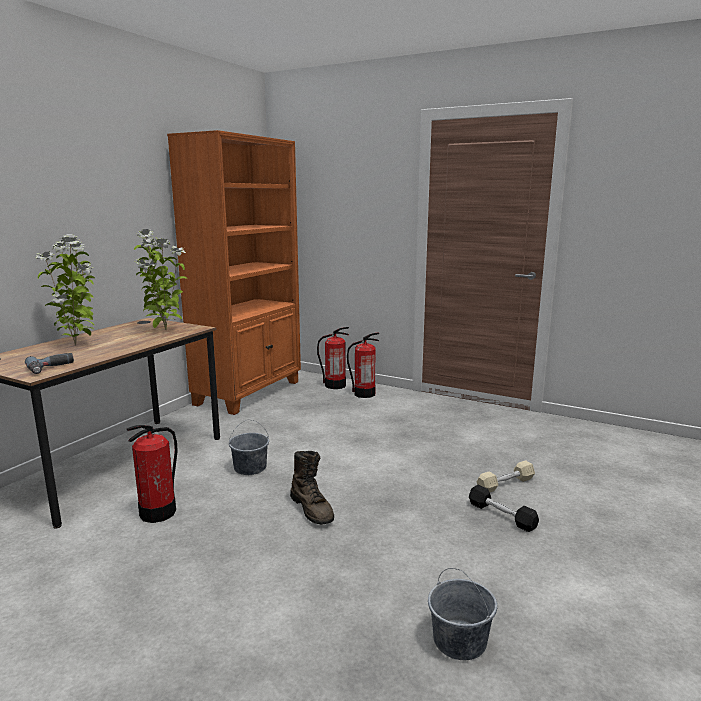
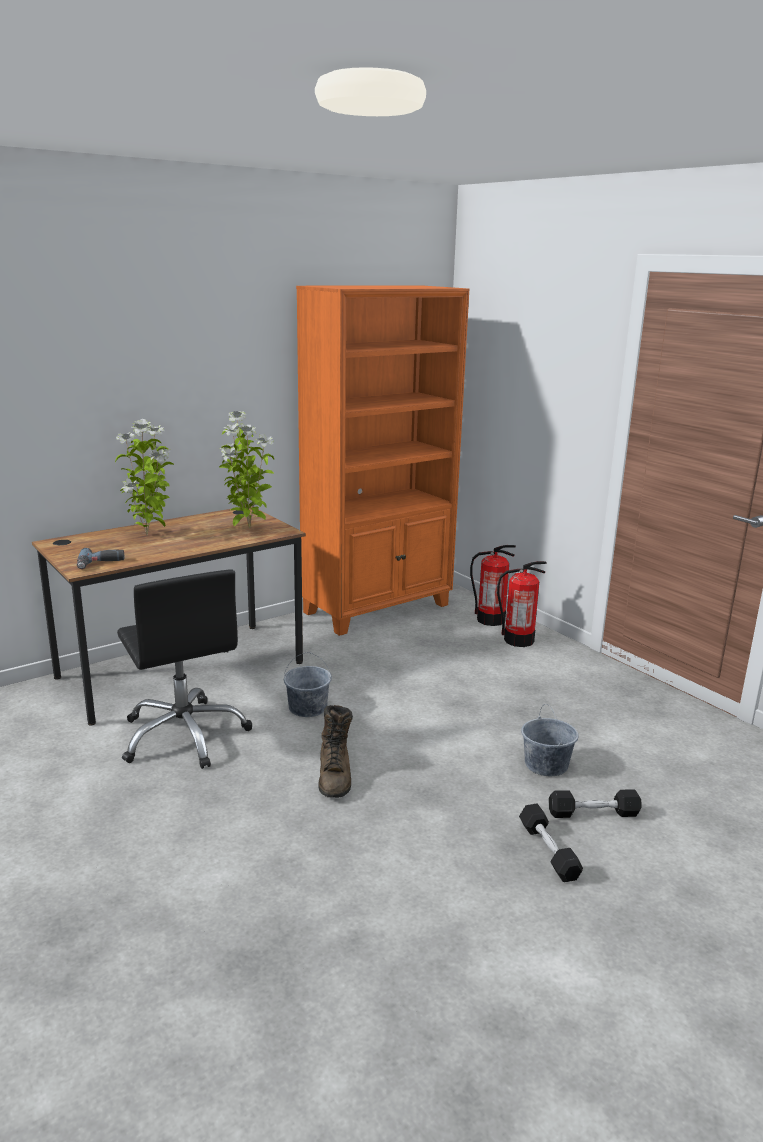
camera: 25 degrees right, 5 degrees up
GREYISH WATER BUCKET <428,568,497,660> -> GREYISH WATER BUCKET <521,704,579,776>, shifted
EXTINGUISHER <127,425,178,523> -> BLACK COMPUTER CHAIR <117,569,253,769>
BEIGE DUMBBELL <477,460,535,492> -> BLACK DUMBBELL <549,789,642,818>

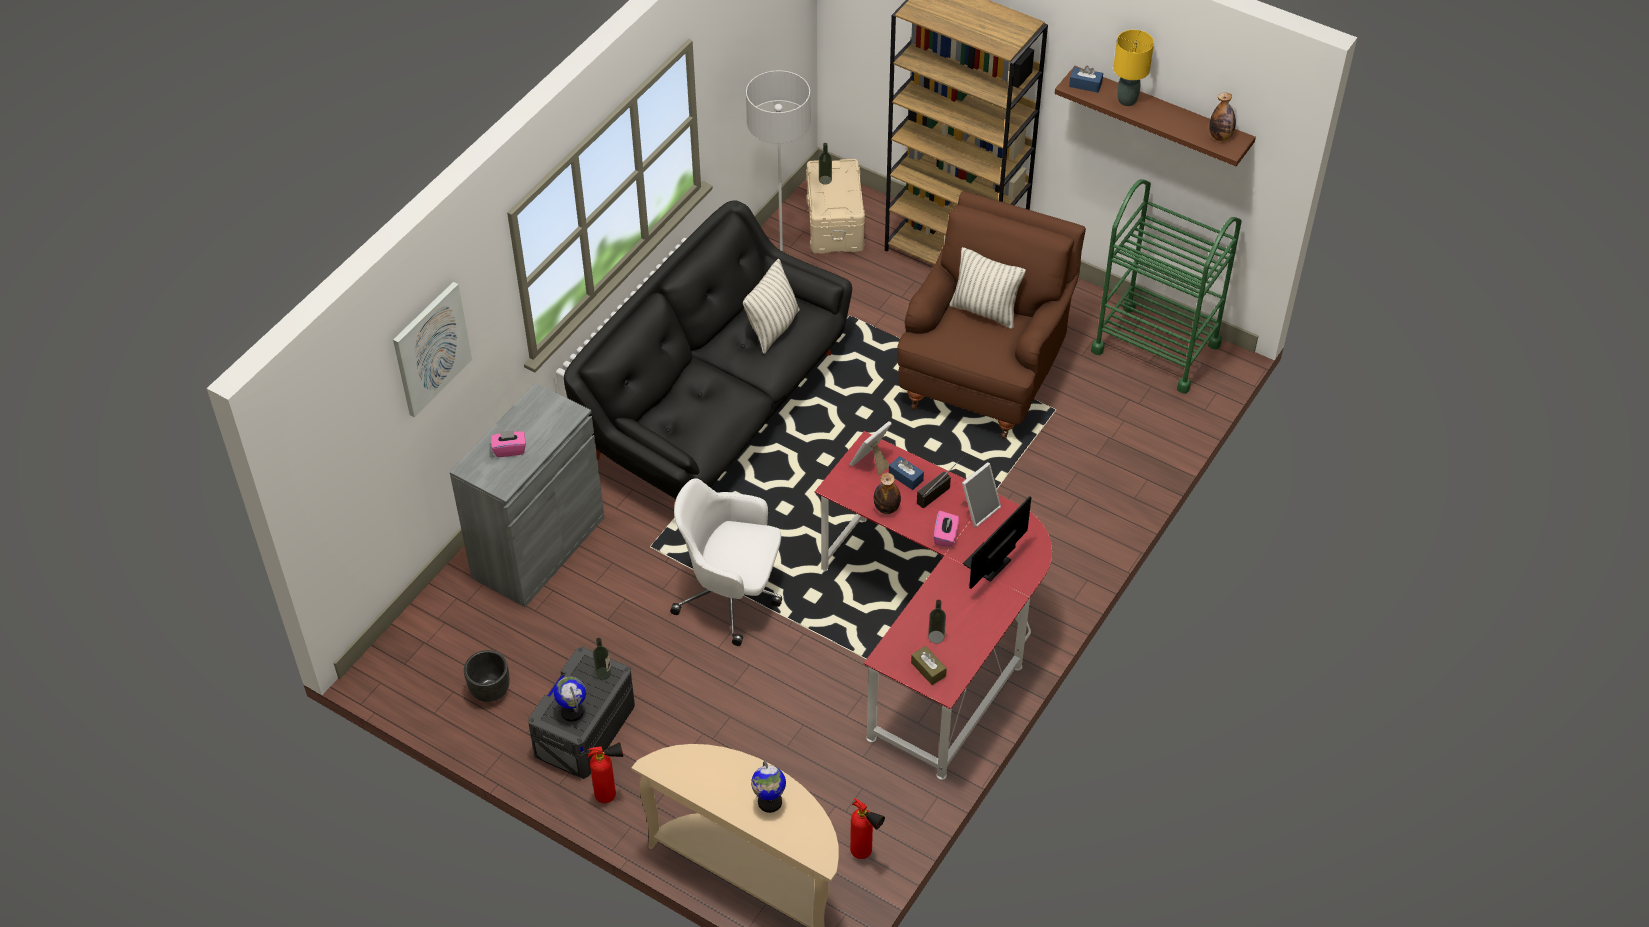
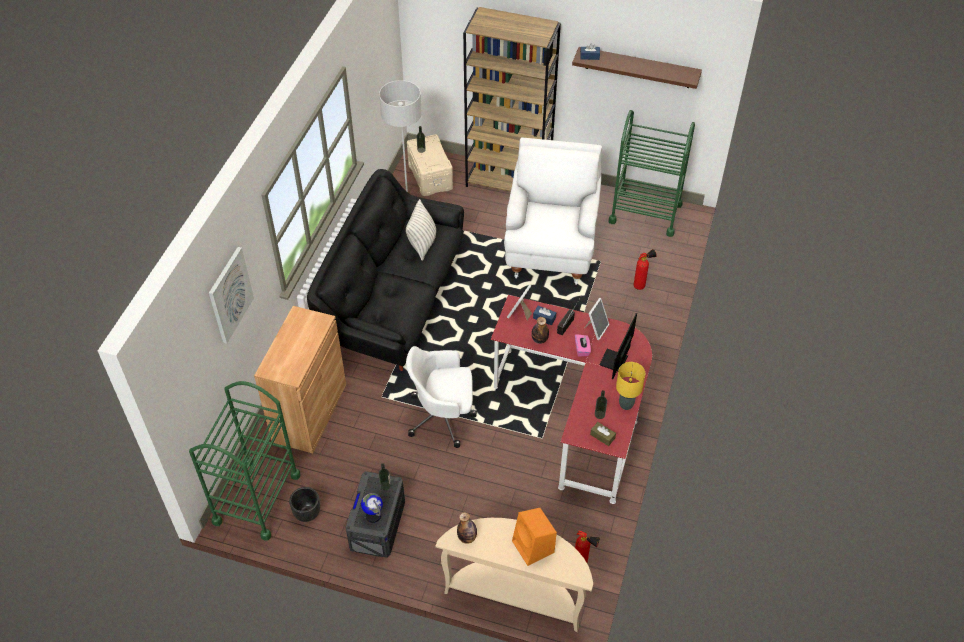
camera: 15 degrees left, 0 degrees up
PINKISH TISSUE BOX <491,430,526,457> -> none
PILLOW <949,247,1026,329> -> none
none -> GREEN-COLOURED WHEELED CART <189,381,301,541>
EXTINGUISHER <588,742,623,803> -> EXTINGUISHER <634,249,657,290>, shifted
YELLOW-COLOURED TABLE LAMP <1113,30,1154,106> -> YELLOW-COLOURED TABLE LAMP <616,362,645,410>, shifted
BOTTLE <1209,92,1236,141> -> BOTTLE <457,512,477,544>, shifted
WORLD GLOBE <751,760,786,813> -> ORANGE SPEAKER <512,508,557,566>
GREYISH CABINET <450,383,605,607> -> BROWN-COLOURED CABINET <254,306,346,453>
BROWN-COLOURED LOUNGE CHAIR <897,191,1086,439> -> WHITISH LOUNGE CHAIR <504,138,602,285>

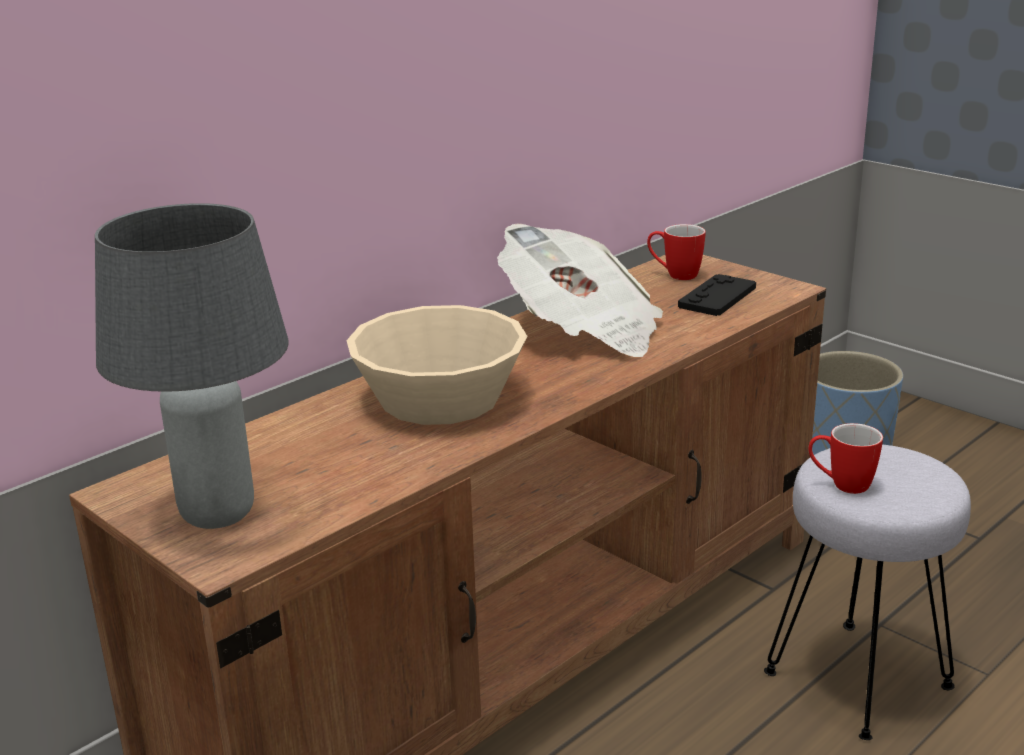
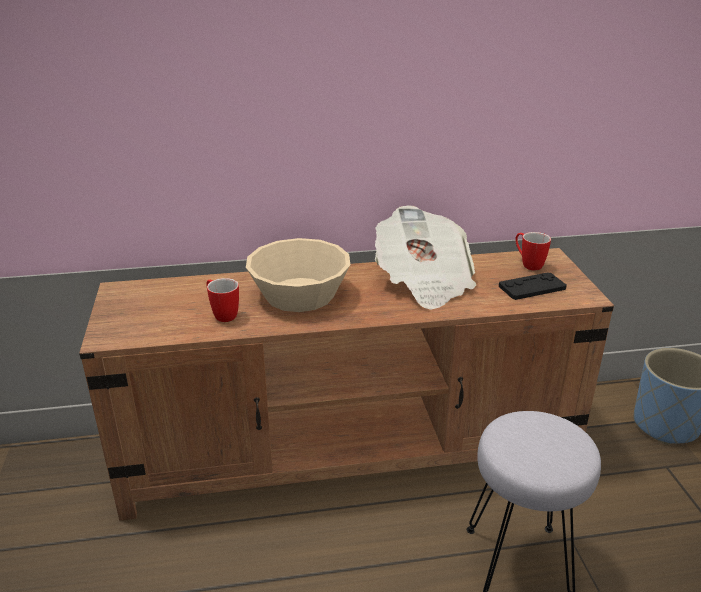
camera: 35 degrees right, 5 degrees up
GREYISH TABLE LAMP <95,203,289,529> -> none
MUG <808,423,883,494> -> MUG <206,278,239,322>, shifted

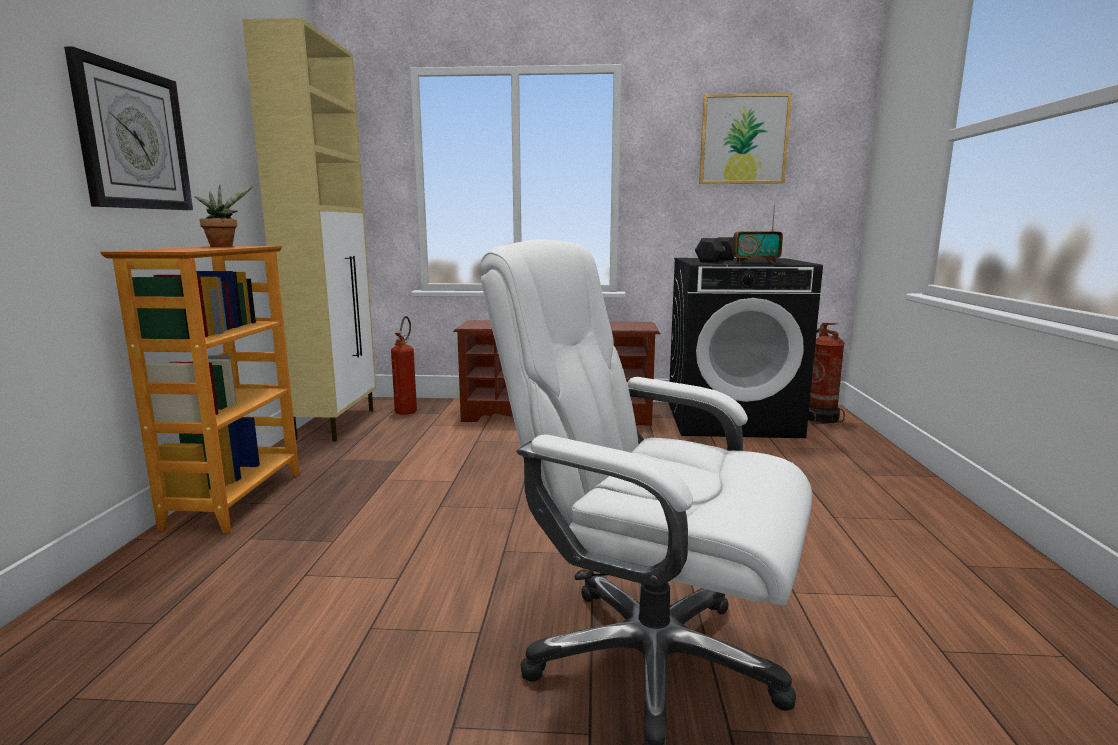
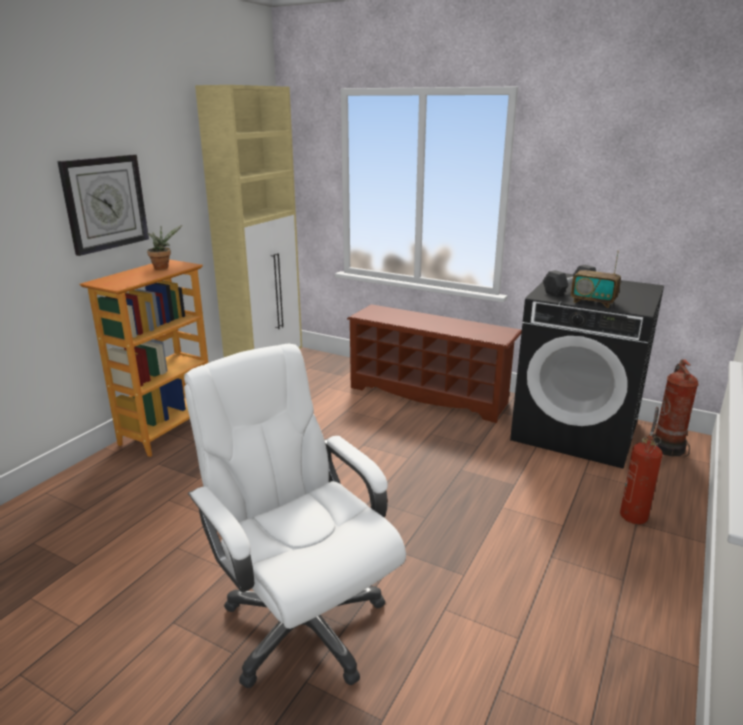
camera: 25 degrees right, 10 degrees up
WALL PICTURE <699,93,792,184> -> none
EXTINGUISHER <391,316,417,415> -> EXTINGUISHER <620,407,662,524>, shifted

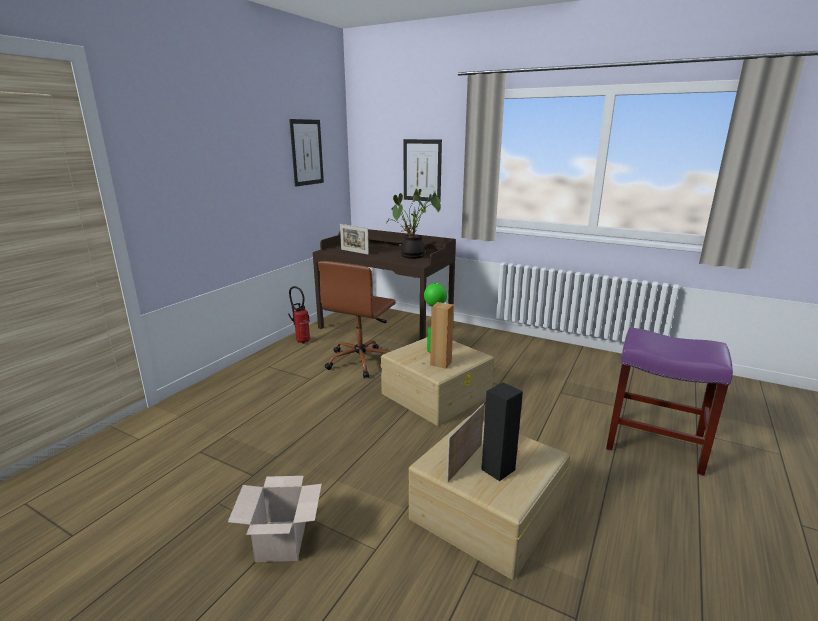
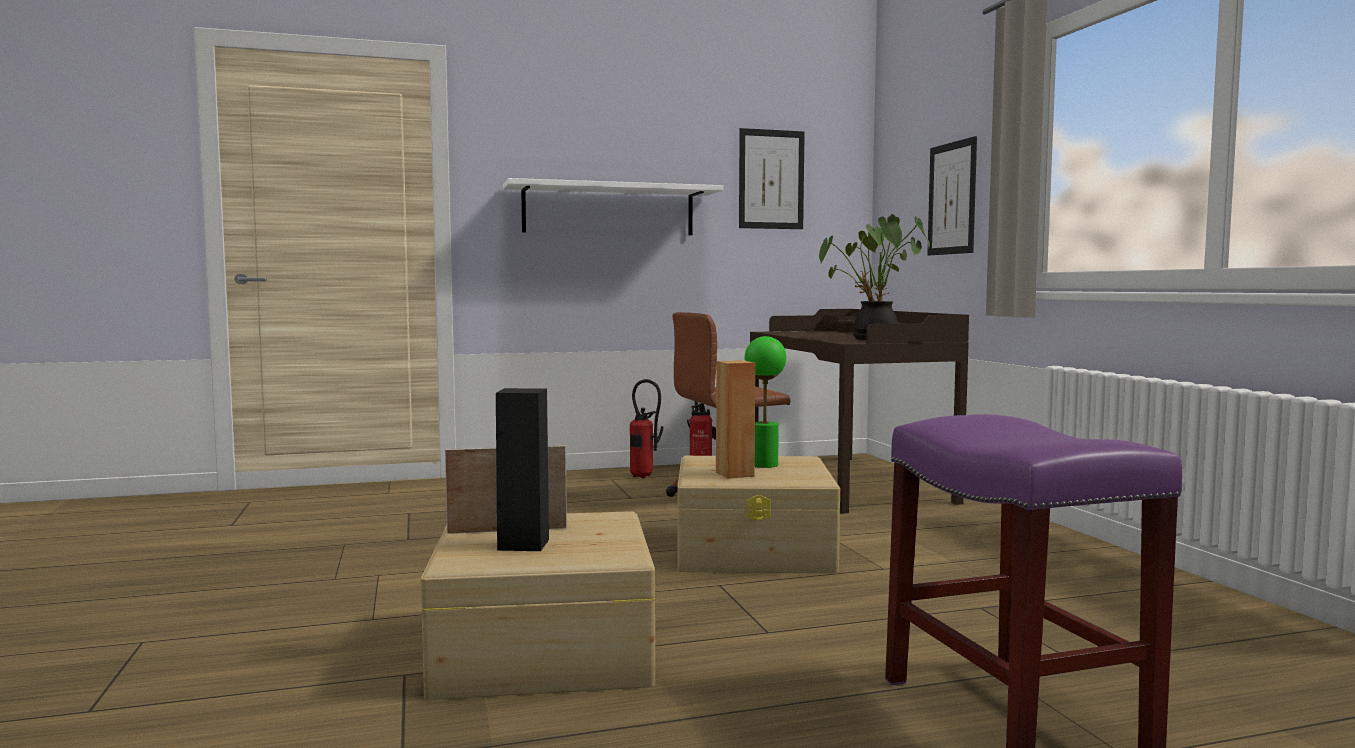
camera: 45 degrees right, 15 degrees down
CARTON <228,476,322,562> -> none
PHOTO FRAME <340,224,369,255> -> none
none -> WHITISH WALL SHELF <503,178,723,235>
none -> EXTINGUISHER <630,379,663,478>

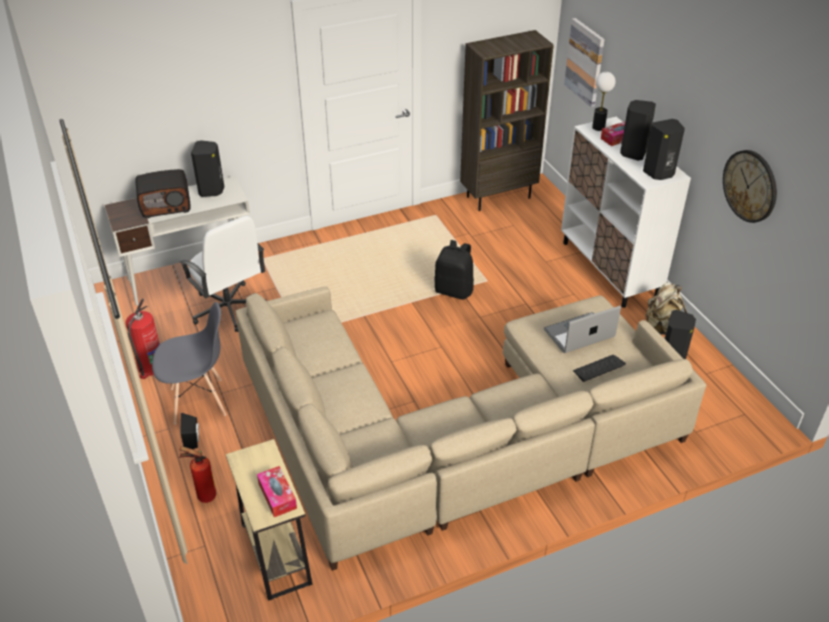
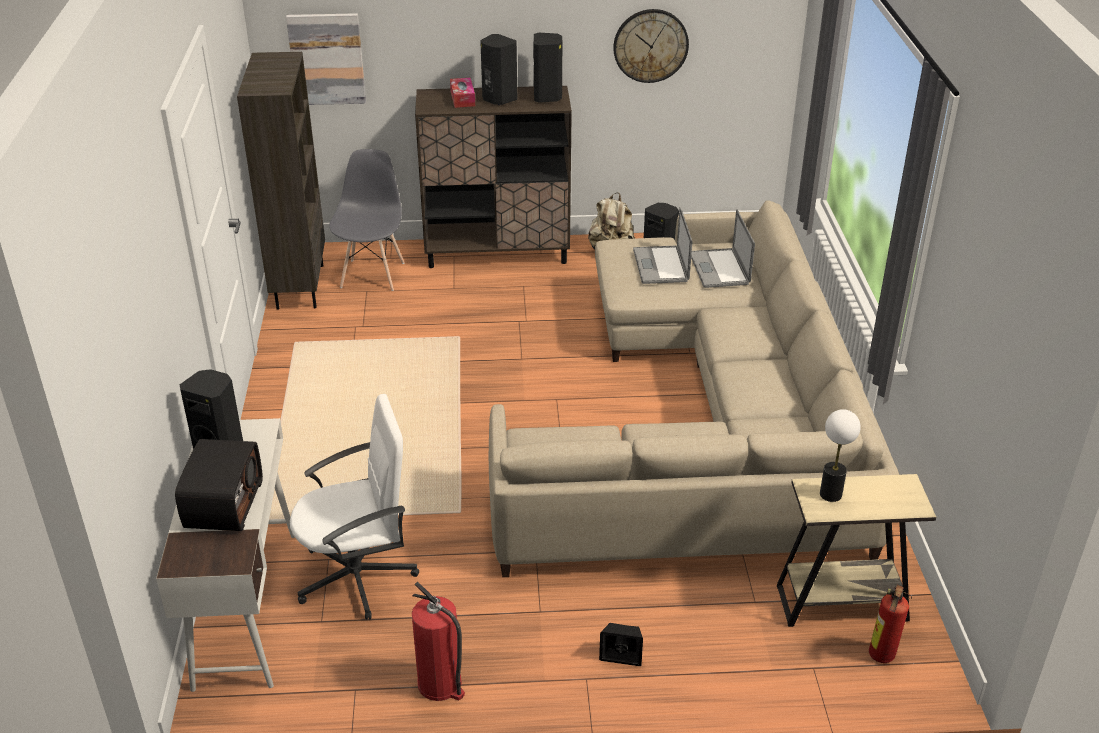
camera: 70 degrees left, 5 degrees down
TISSUE BOX <257,466,297,517> -> none
BLACK BACKPACK <434,240,474,300> -> none
GREYISH PLAIN CHAIR <152,302,226,424> -> GREYISH PLAIN CHAIR <329,149,405,291>, shifted
EXTINGUISHER <179,446,216,503> -> EXTINGUISHER <869,585,912,663>, shifted
TABLE LAMP <592,72,616,131> -> TABLE LAMP <820,409,861,502>, shifted
KEYBOARD <573,355,626,382> -> LAPTOP <691,209,755,288>
WHITISH CABINET <561,117,691,308> -> BROWN-COLOURED CABINET <415,86,572,268>

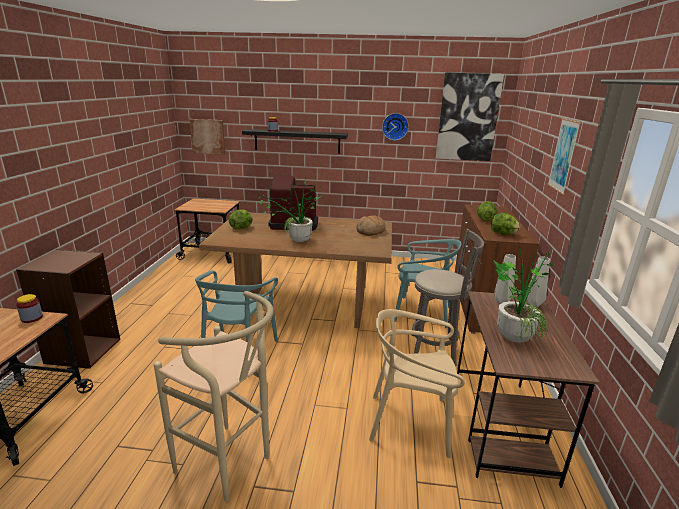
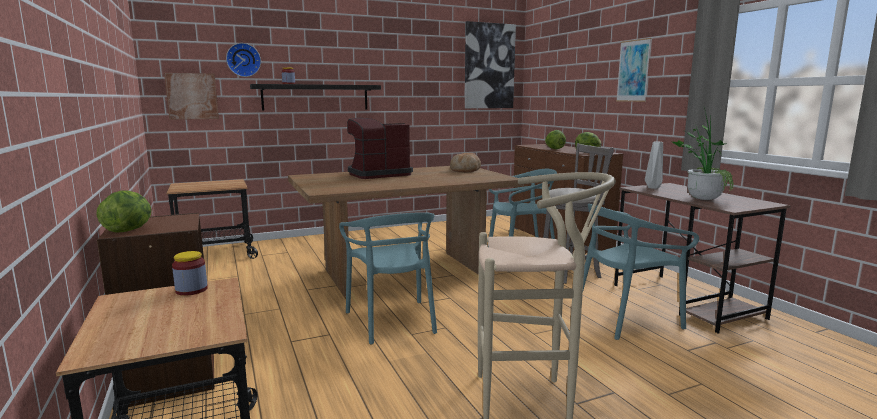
camera: 30 degrees left, 10 degrees down
POTTED PLANT <258,176,323,242> -> none
GREYISH VASE <527,257,550,307> -> none
HEAD OF LETTUCE <229,209,253,229> -> HEAD OF LETTUCE <96,190,152,232>, shifted
HANGING CLOCK <382,113,409,140> -> HANGING CLOCK <226,43,261,77>, shifted
BEIGE PLAIN CHAIR <369,309,465,458> -> BLUE-GREEN PLAIN CHAIR <583,204,699,340>

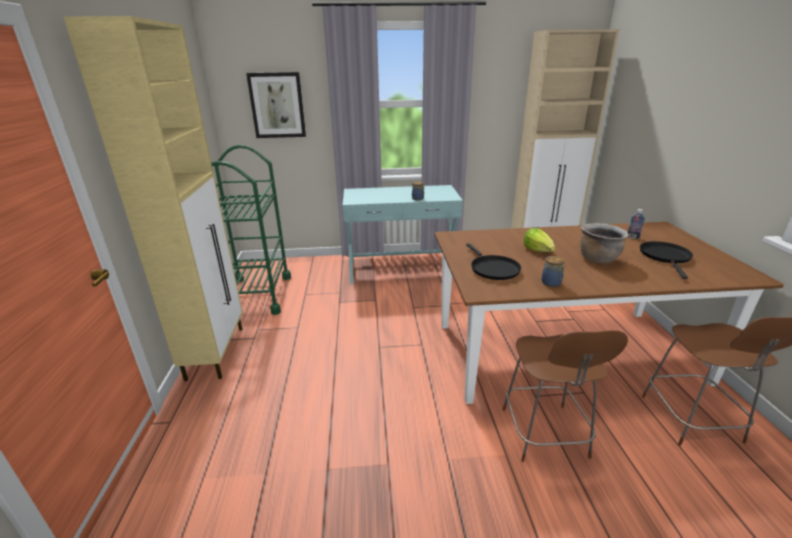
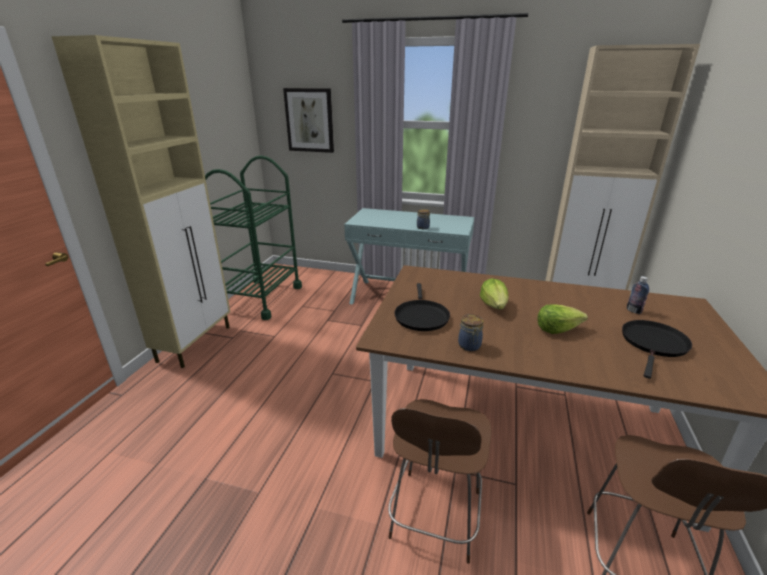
camera: 20 degrees right, 0 degrees up
BROWN-COLOURED STOCKPOT <580,223,629,264> -> HEAD OF LETTUCE <538,304,588,334>

